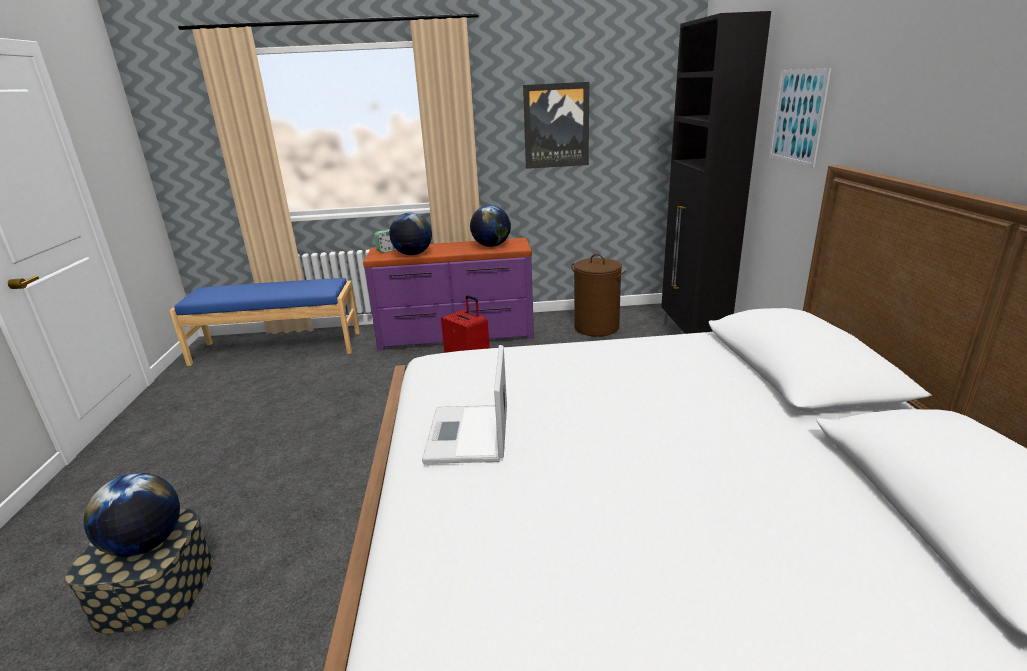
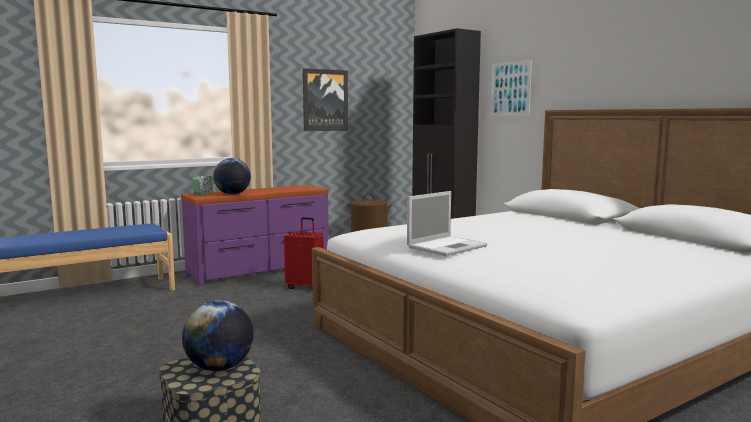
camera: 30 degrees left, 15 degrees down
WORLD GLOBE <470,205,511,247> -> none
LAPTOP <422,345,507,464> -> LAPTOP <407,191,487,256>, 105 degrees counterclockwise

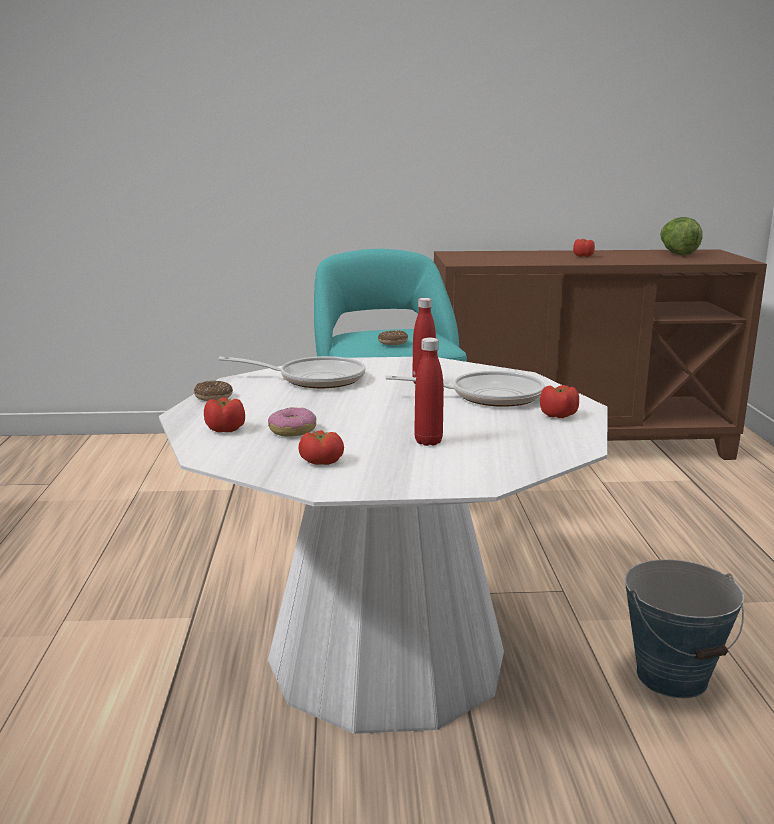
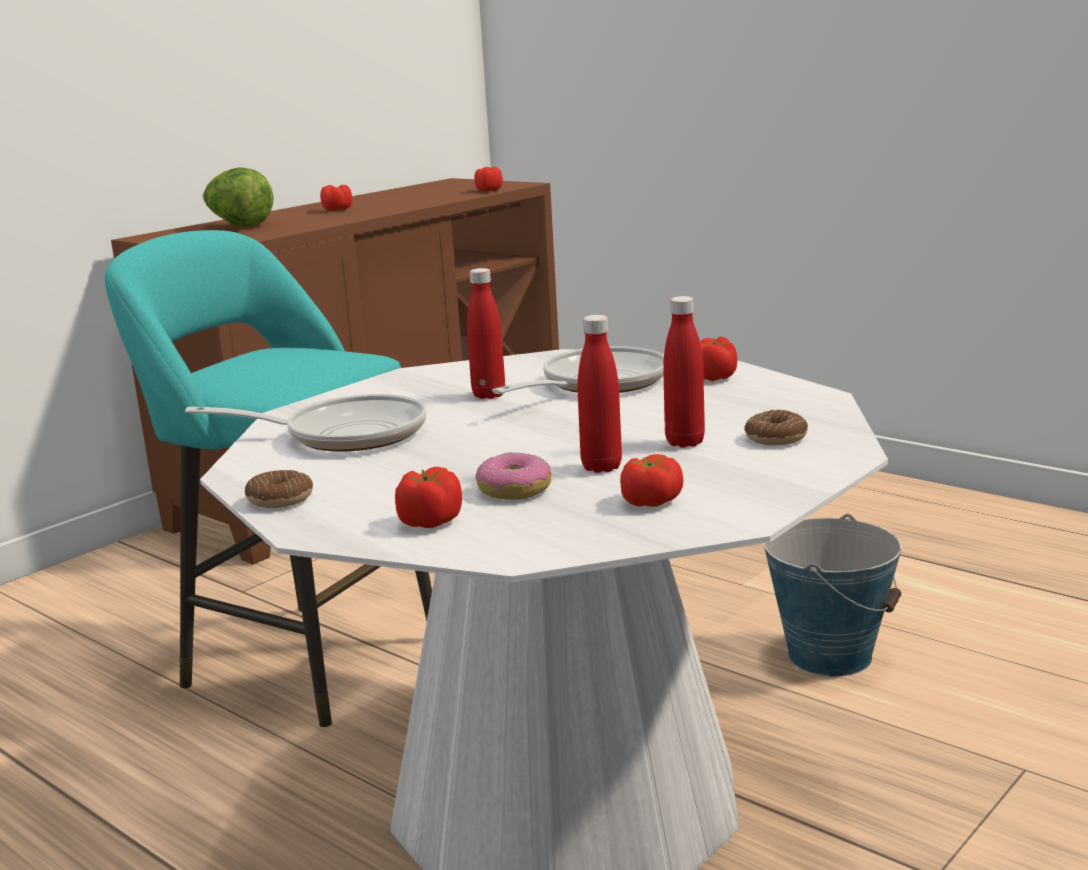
camera: 45 degrees left, 0 degrees up
none -> WHOLE TOMATO <474,167,503,192>
none -> RED BOTTLE <578,315,622,473>
DOUGHNUT <378,330,408,345> -> DOUGHNUT <744,410,808,445>, shifted
HEAD OF LETTUCE <660,217,703,255> -> HEAD OF LETTUCE <203,167,273,227>, shifted
SKILLET <218,356,366,388> -> SKILLET <185,394,427,451>, 45 degrees clockwise

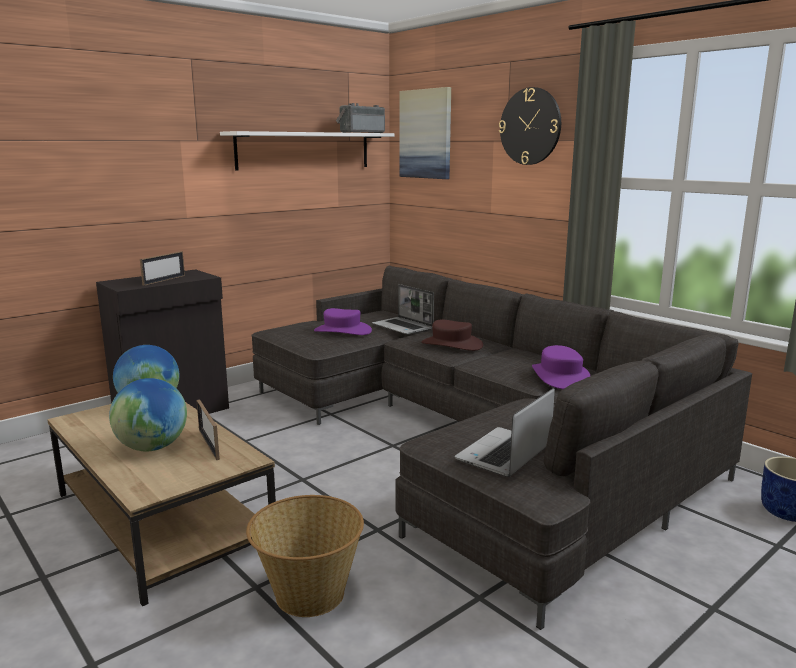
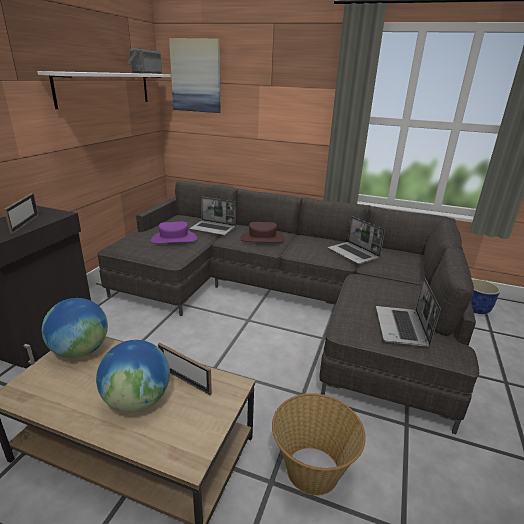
camera: 30 degrees left, 10 degrees up
HANGING CLOCK <499,87,561,165> -> none
PURPLISH HAT <532,345,590,389> -> LAPTOP <328,216,385,264>

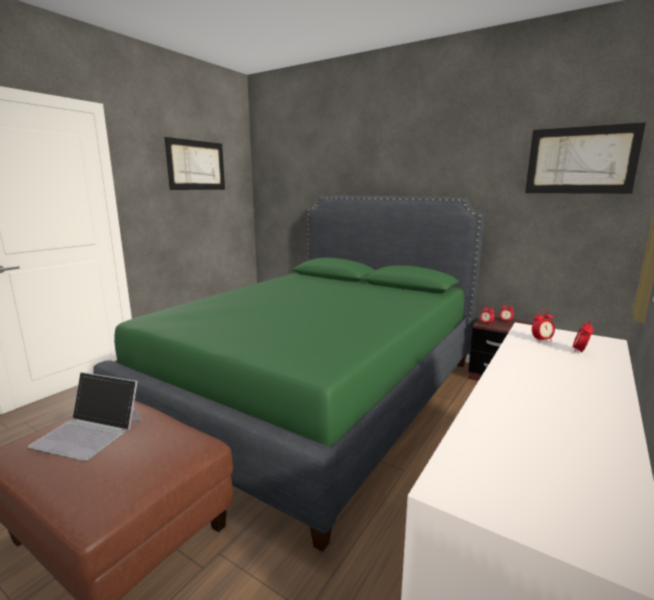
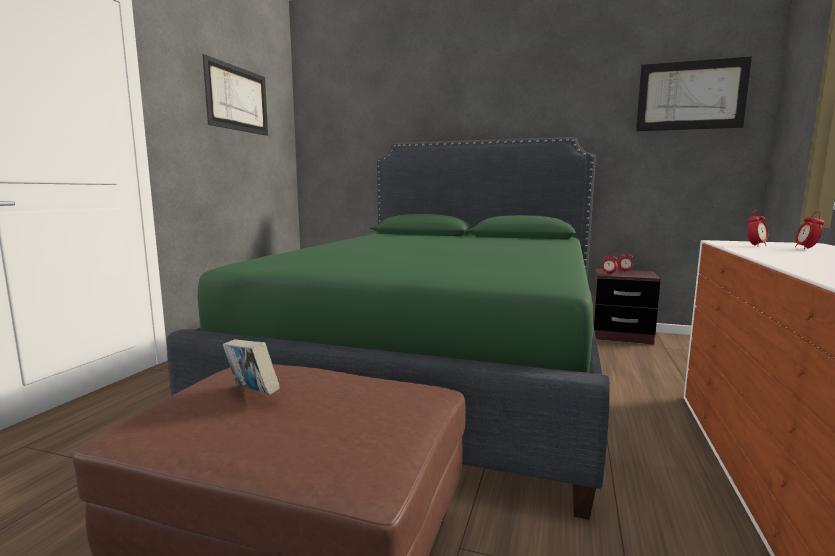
camera: 15 degrees left, 5 degrees down
LAPTOP <28,372,141,461> -> BOUND BOOK <223,339,280,395>

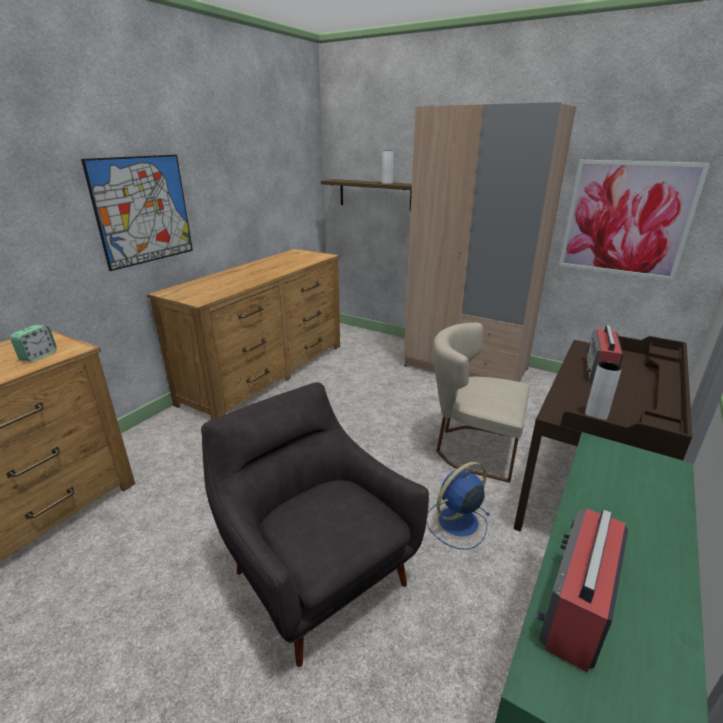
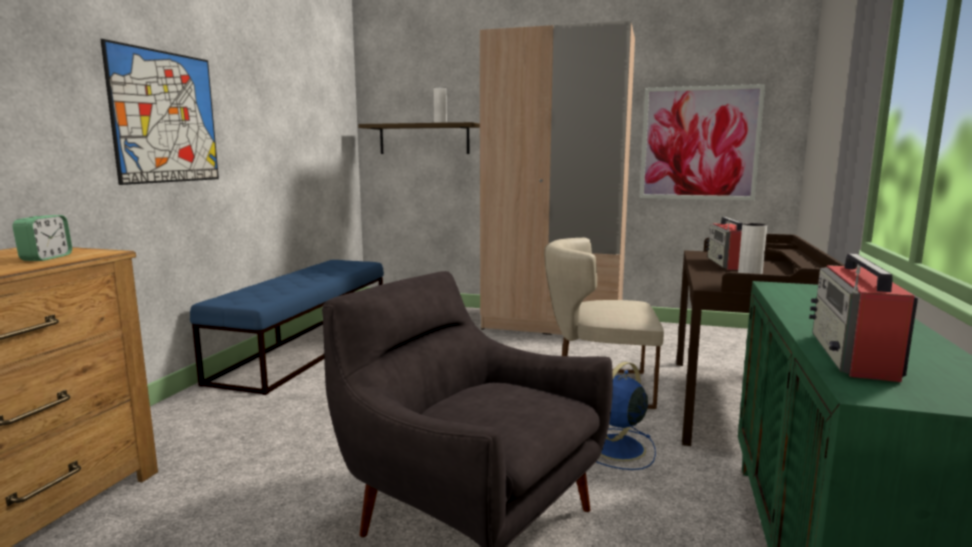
camera: 15 degrees left, 15 degrees down
BROWN-COLOURED DRESSER <147,249,340,420> -> BLUE-COLOURED INDOOR BENCH <190,260,384,395>

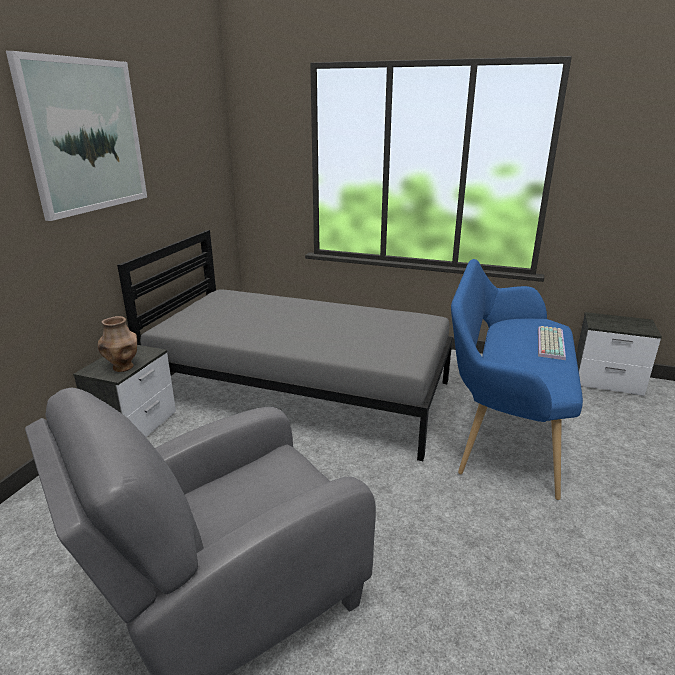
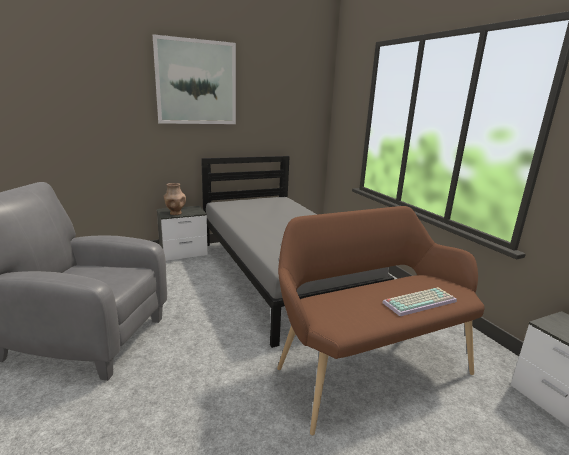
camera: 45 degrees right, 5 degrees down
BLUE-COLOURED INDOOR BENCH <451,259,583,500> -> BROWN-COLOURED INDOOR BENCH <277,206,484,435>

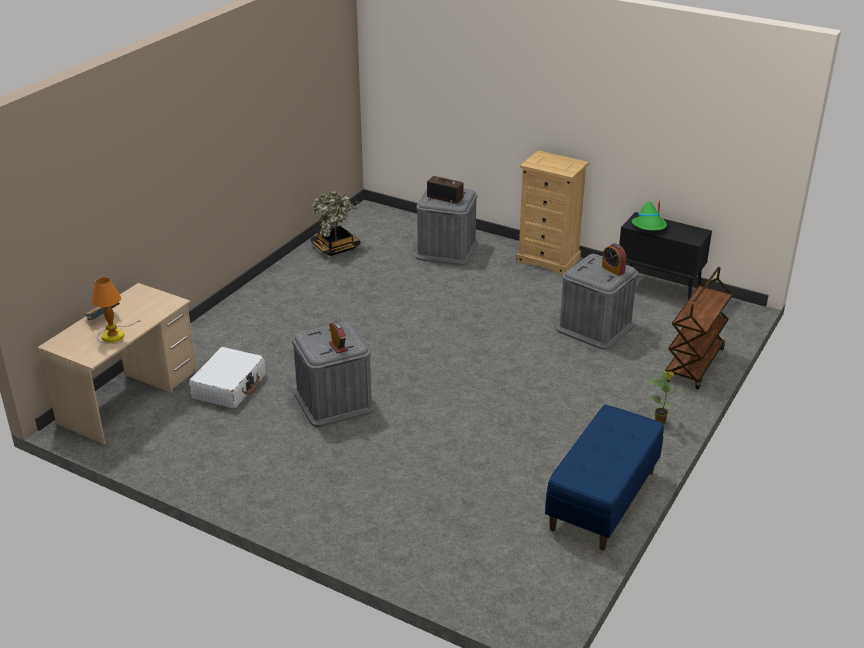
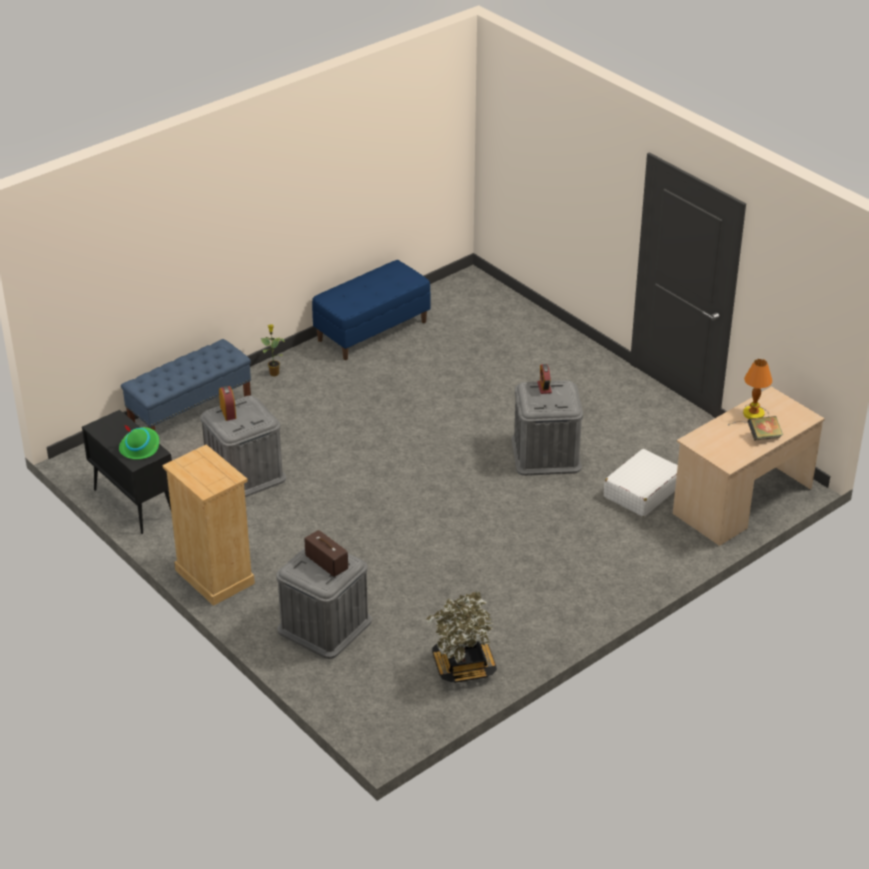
camera: 160 degrees left, 5 degrees up
BROWN-COLOURED WHEELED CART <665,267,733,389> -> BLUE-COLOURED INDOOR BENCH <121,339,251,431>

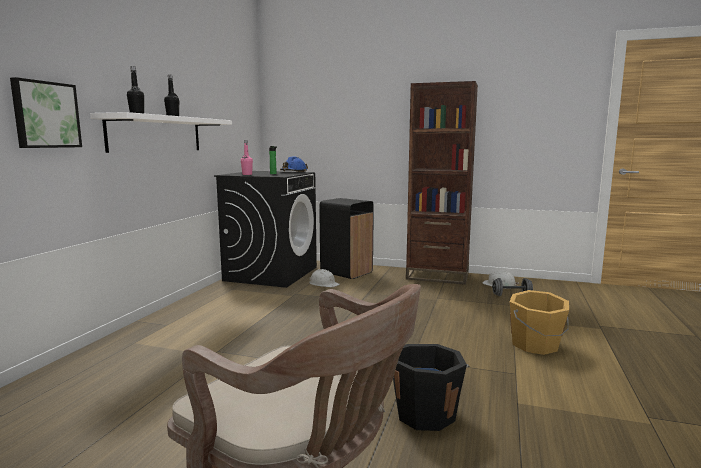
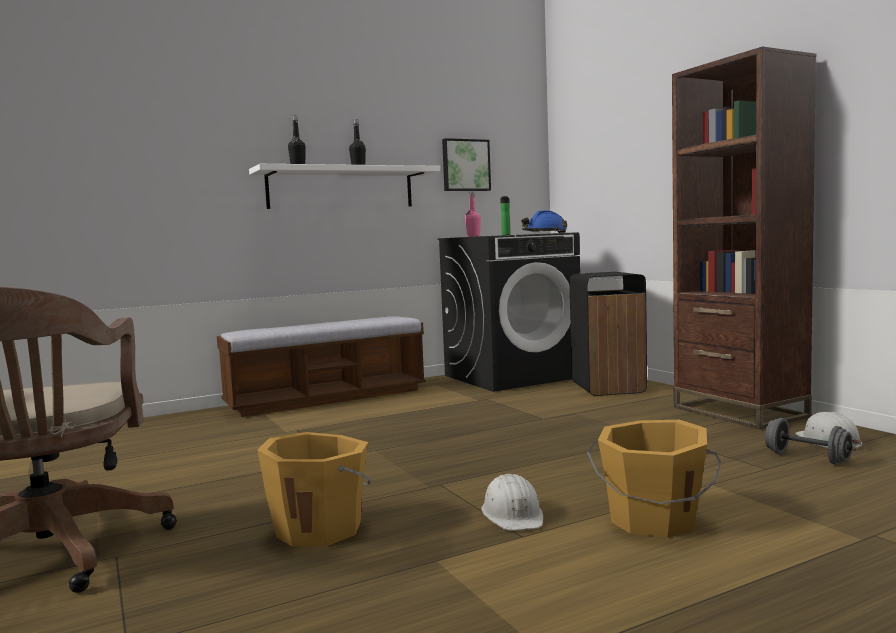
camera: 45 degrees right, 5 degrees down
none -> INDOOR BENCH <217,316,426,417>
WALL PICTURE <10,77,82,148> -> WALL PICTURE <442,138,491,191>, shifted
WHITISH HARD HAT <309,269,340,287> -> WHITISH HARD HAT <481,474,543,531>, shifted
BLACK WATER BUCKET <393,344,470,431> -> ORANGE WATER BUCKET <258,432,371,547>

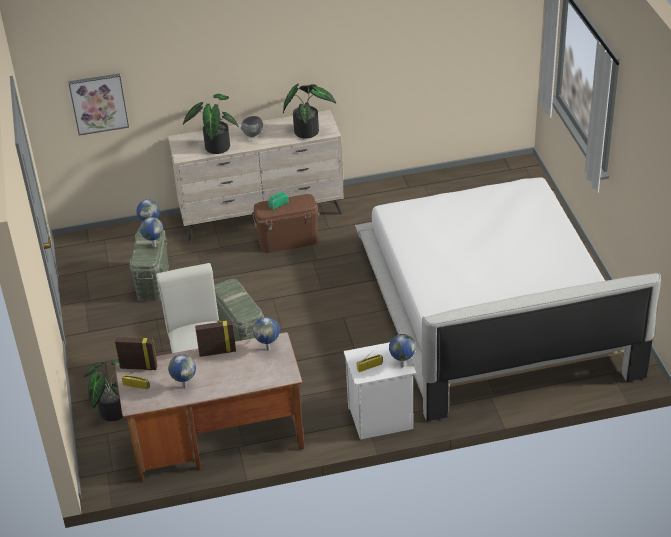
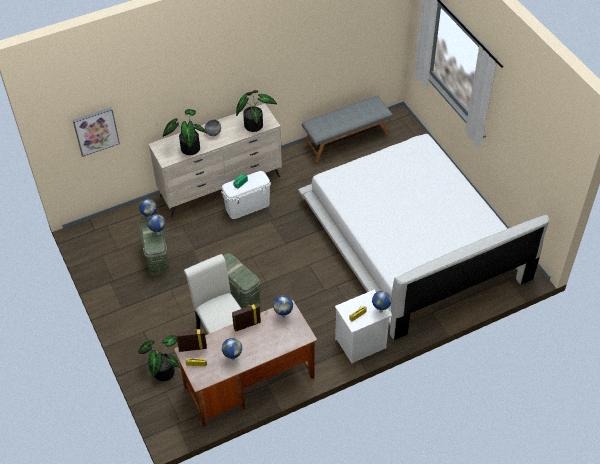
camera: 15 degrees left, 10 degrees up
none -> GREYISH INDOOR BENCH <302,96,393,162>
BROWN-COLOURED STORAGE CONTAINER <252,194,320,253> -> WHITISH STORAGE CONTAINER <221,171,271,219>

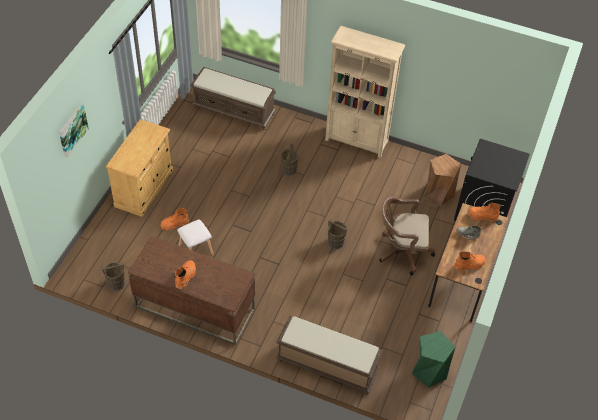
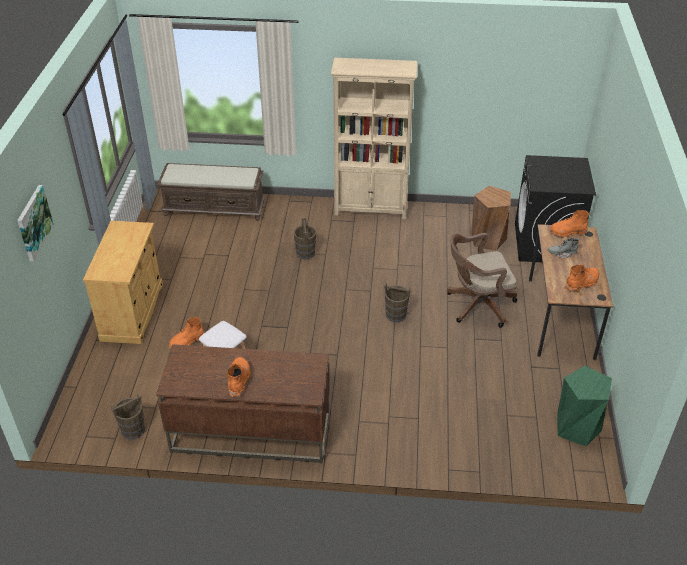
camera: 15 degrees left, 10 degrees down
BROWN-COLOURED INDOOR BENCH <276,316,383,395> -> none

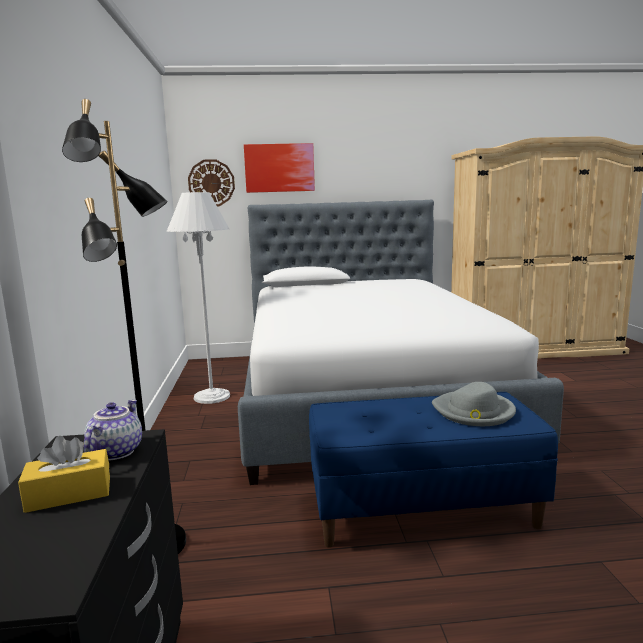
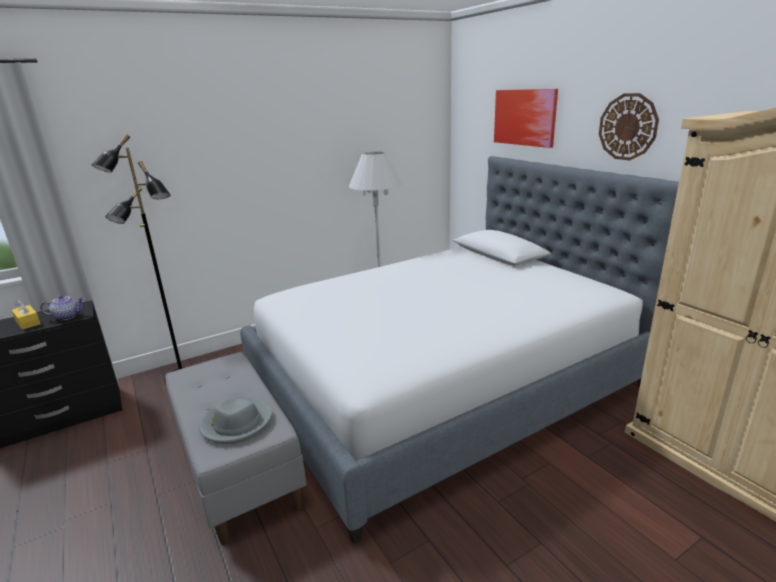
camera: 65 degrees right, 10 degrees up
HANGING CLOCK <188,159,235,206> -> HANGING CLOCK <599,93,659,161>, shifted
BLUE-COLOURED INDOOR BENCH <309,392,558,548> -> GREYISH INDOOR BENCH <165,352,306,545>

